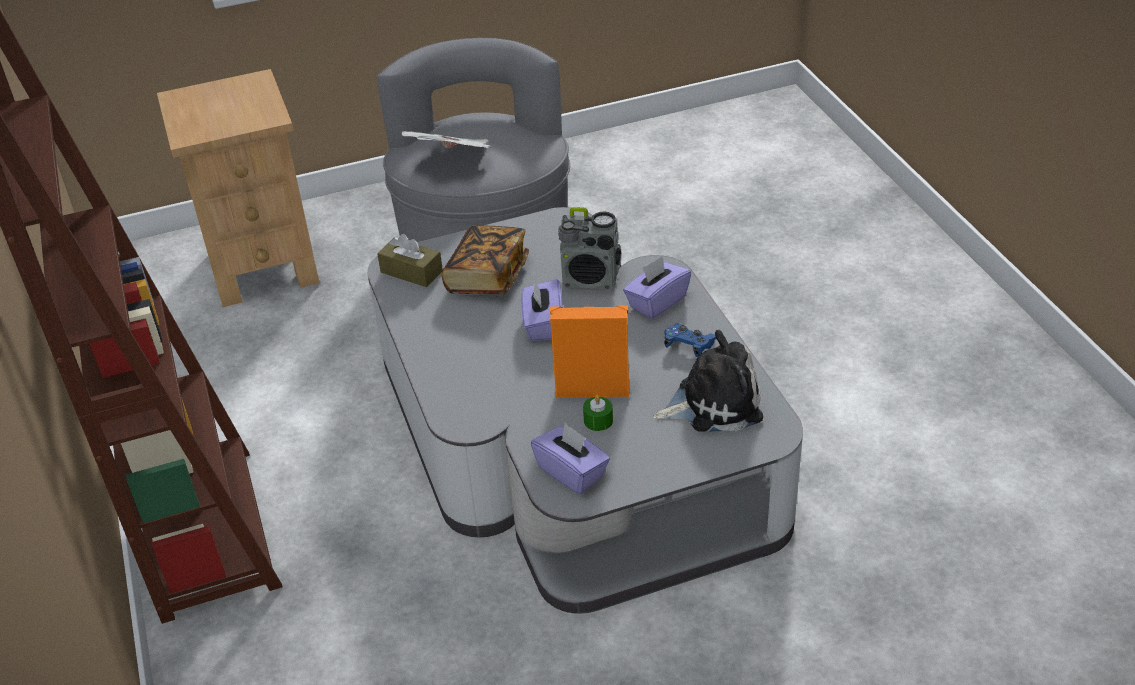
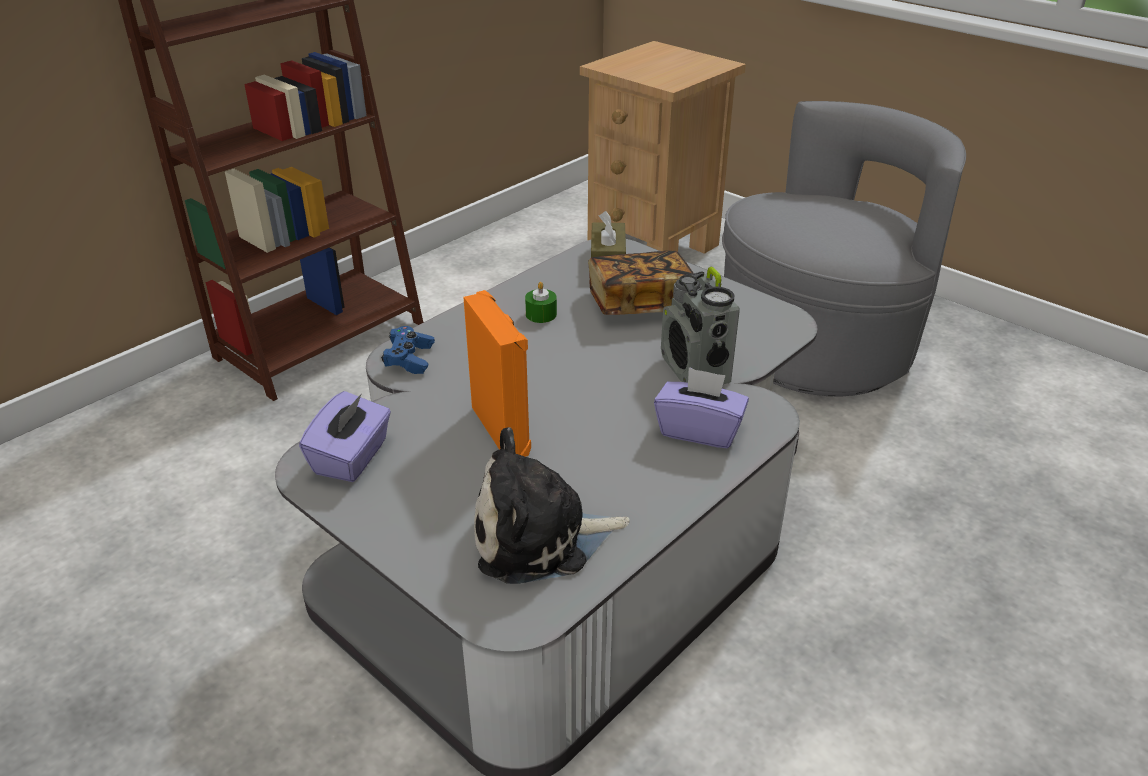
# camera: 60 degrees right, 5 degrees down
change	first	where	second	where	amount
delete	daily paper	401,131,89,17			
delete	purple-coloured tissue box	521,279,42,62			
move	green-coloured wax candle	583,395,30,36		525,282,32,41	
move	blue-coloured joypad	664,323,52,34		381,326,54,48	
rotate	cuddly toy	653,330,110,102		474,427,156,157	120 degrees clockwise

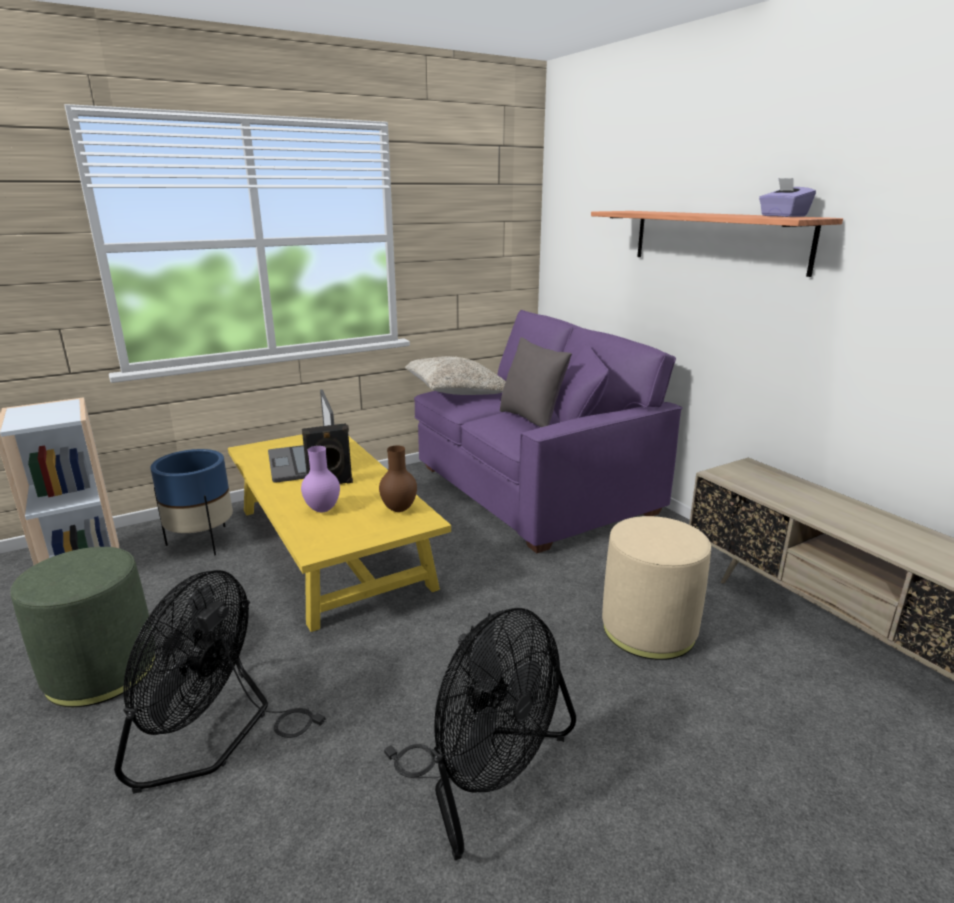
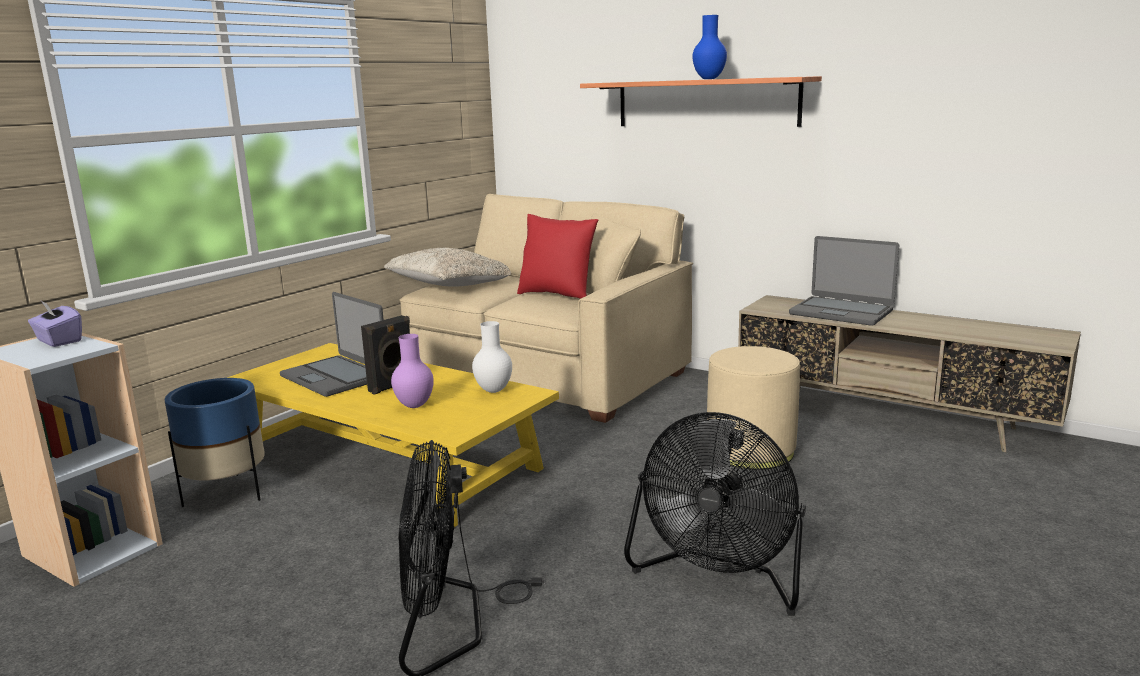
# camera: 25 degrees left, 5 degrees down
change	first	where	second	where	amount
delete	green-coloured pouffe	10,547,145,160			
insert			blue-coloured vase	693,15,34,64	
insert			notebook computer	789,236,110,90	
move	purple-coloured tissue box	759,178,57,39		28,302,54,45	
recolor	brown-coloured vase	379,446,38,66	white vase	472,321,40,72	
recolor	purple-coloured settee	414,310,269,243	sand-coloured settee	400,194,293,229	
recolor	greyish throw pillow	500,337,72,90	red-coloured throw pillow	517,214,81,84	
rotate	black-coloured cooling fan	384,608,192,252		624,412,182,204	105 degrees clockwise

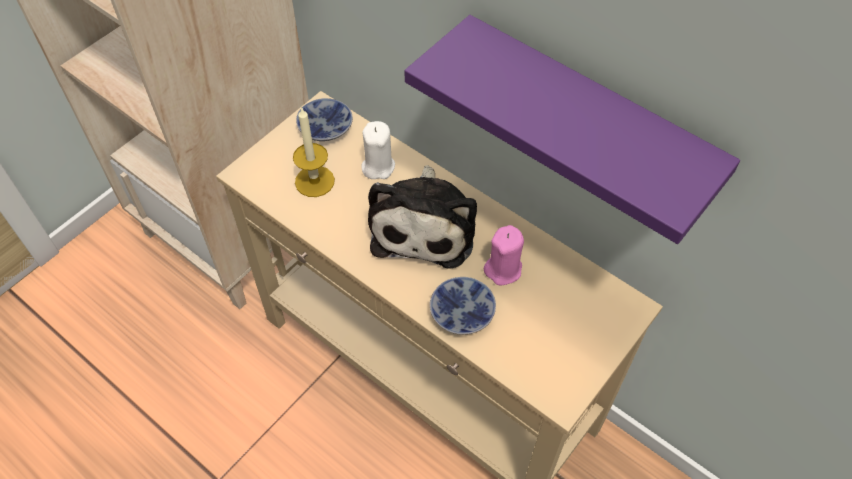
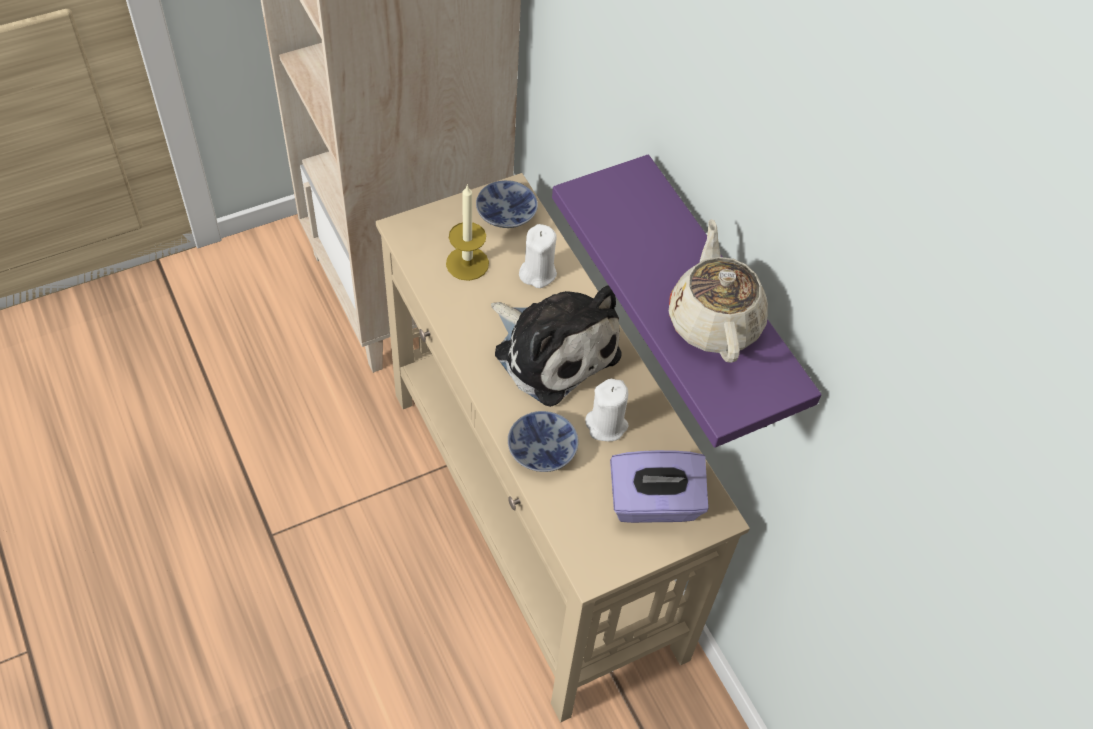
# camera: 20 degrees right, 0 degrees up
change	first	where	second	where	amount
insert			purple-coloured tissue box	610,450,99,73	
insert			sand-coloured teapot	669,219,99,144	
recolor	pink wax candle	484,225,40,60	white wax candle	585,379,44,62	
rotate	cuddly toy	368,165,109,104		491,285,131,122	75 degrees counterclockwise

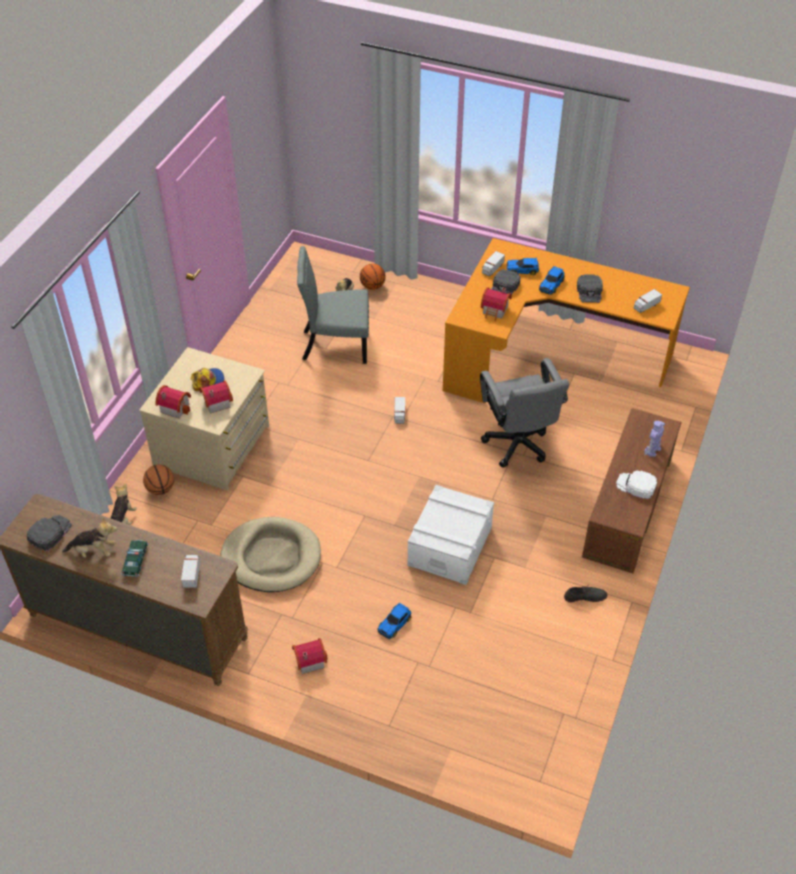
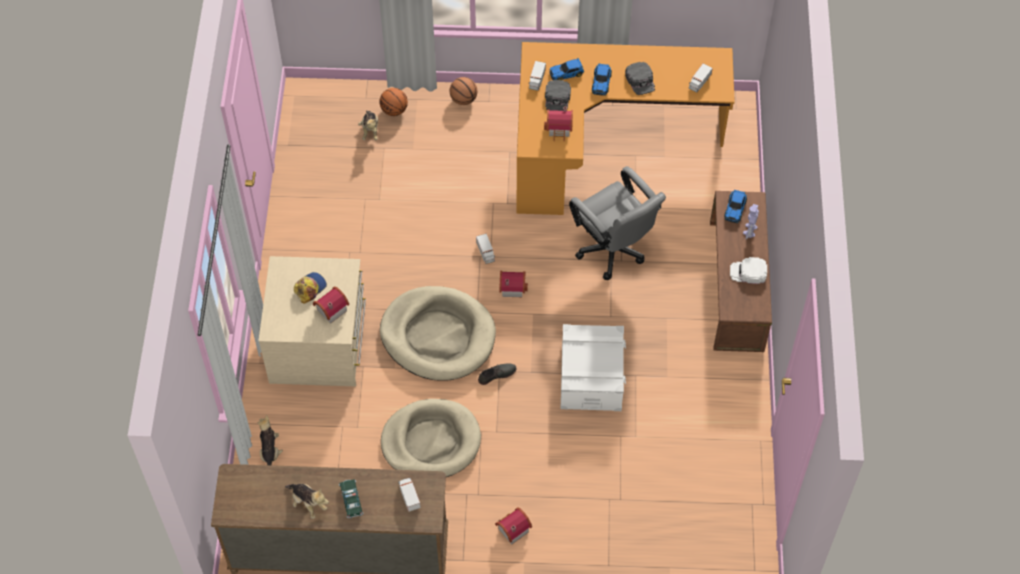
# camera: 20 degrees left, 10 degrees up
change	first	where	second	where	amount
delete	black-coloured baseball cap	26,514,46,37			
delete	greyish chair	297,246,72,118			
insert			sand-coloured pet bed	380,286,116,95	
move	basketball	143,465,31,30		450,77,28,28	
move	miniature house	156,385,35,33		500,271,28,26	
move	model car	377,602,34,37		724,190,23,33	
move	greyish shoe	564,586,43,16		478,364,39,21	
rotate	cuddly toy	62,517,55,41		285,484,44,35	60 degrees clockwise

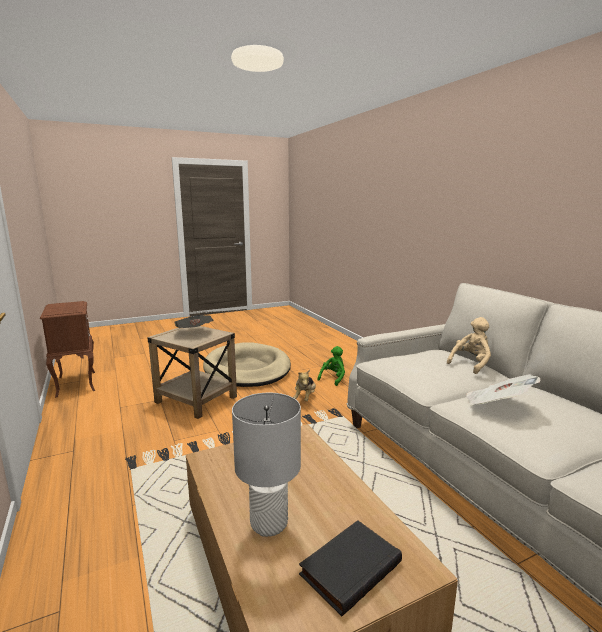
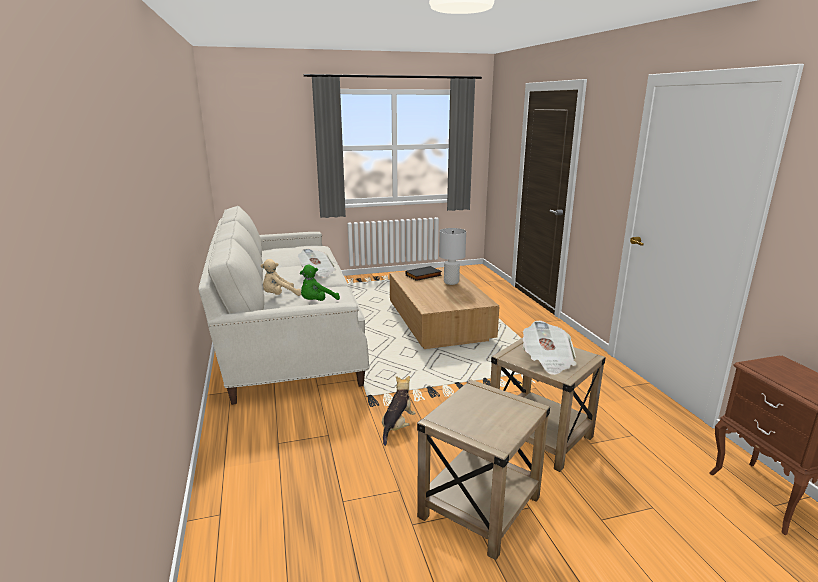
# camera: 170 degrees left, 5 degrees up
change	first	where	second	where	amount
move	green-coloured cuddly toy	317,346,28,40		300,265,40,36	
replace	sand-coloured pet bed	203,343,88,44	sand-coloured accent table	417,380,133,180	

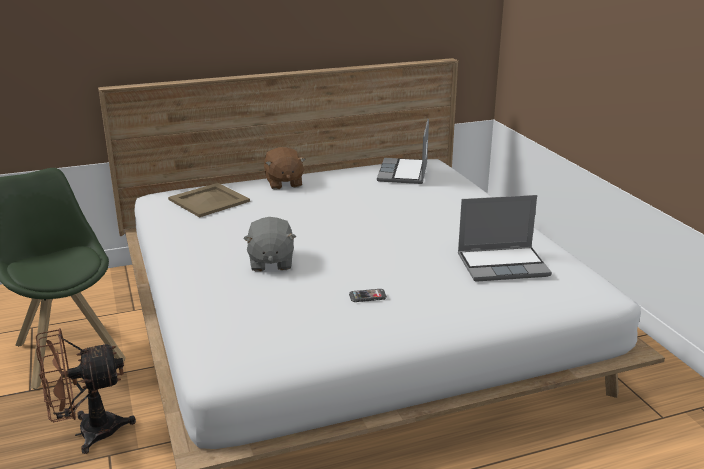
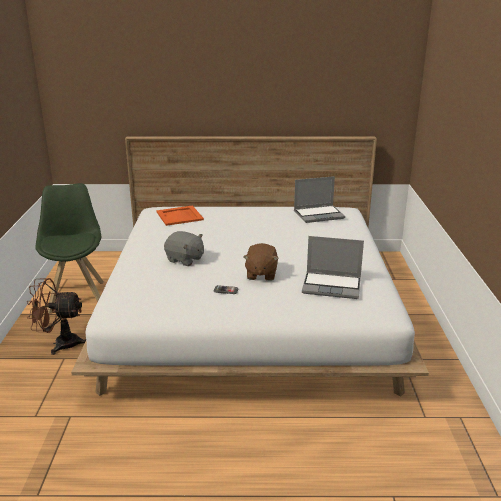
# camera: 20 degrees right, 0 degrees up
change	first	where	second	where	amount
move	brown-coloured cuddly toy	264,147,42,43		243,243,36,38	
recolor	sand-coloured carrying tray	168,183,82,34	orange carrying tray	156,205,48,21	
rotate	greyish cuddly toy	244,217,52,55		164,231,40,35	75 degrees counterclockwise
rotate	notebook computer	377,119,52,65		294,176,51,47	135 degrees counterclockwise

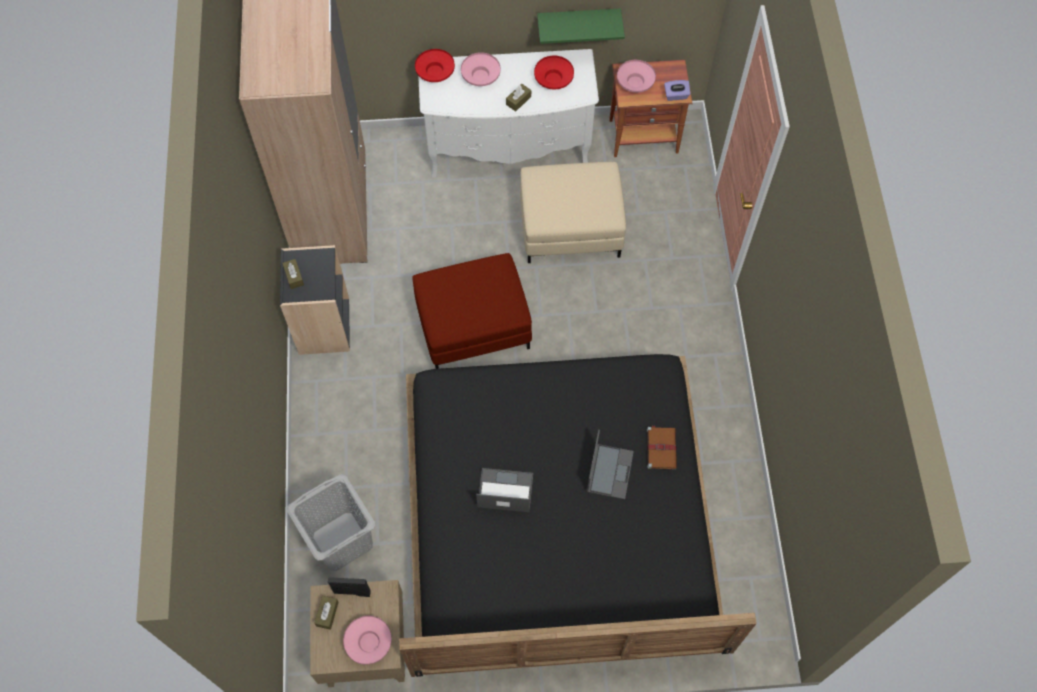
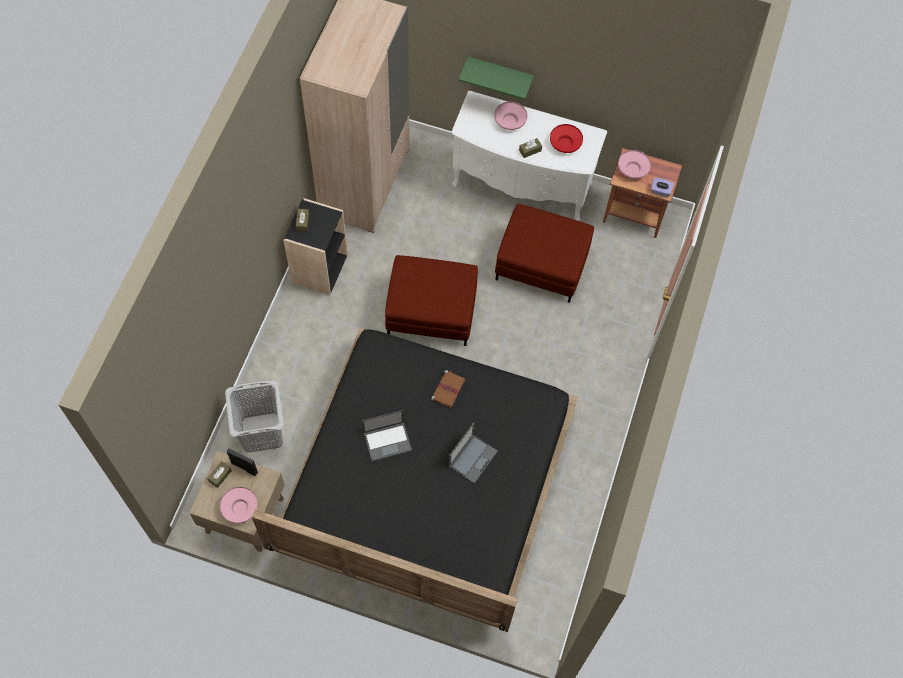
# camera: 20 degrees right, 0 degrees up
change	first	where	second	where	amount
delete	red-coloured serving bowl	415,49,40,33			
move	green-coloured bracket shelf	537,8,88,36		459,57,75,43	
move	brown-coloured book	647,425,30,44		431,370,35,38	
recolor	sand-coloured pouffe	520,162,106,101	red-coloured pouffe	495,204,99,99	
rotate	notebook computer	476,468,57,44		362,410,50,52	135 degrees clockwise

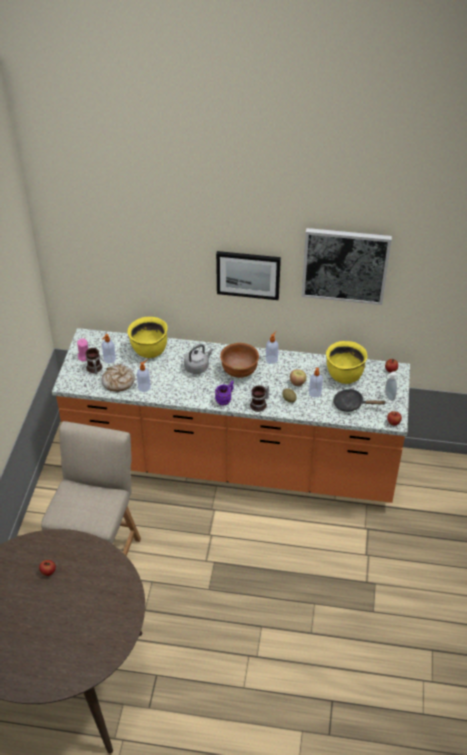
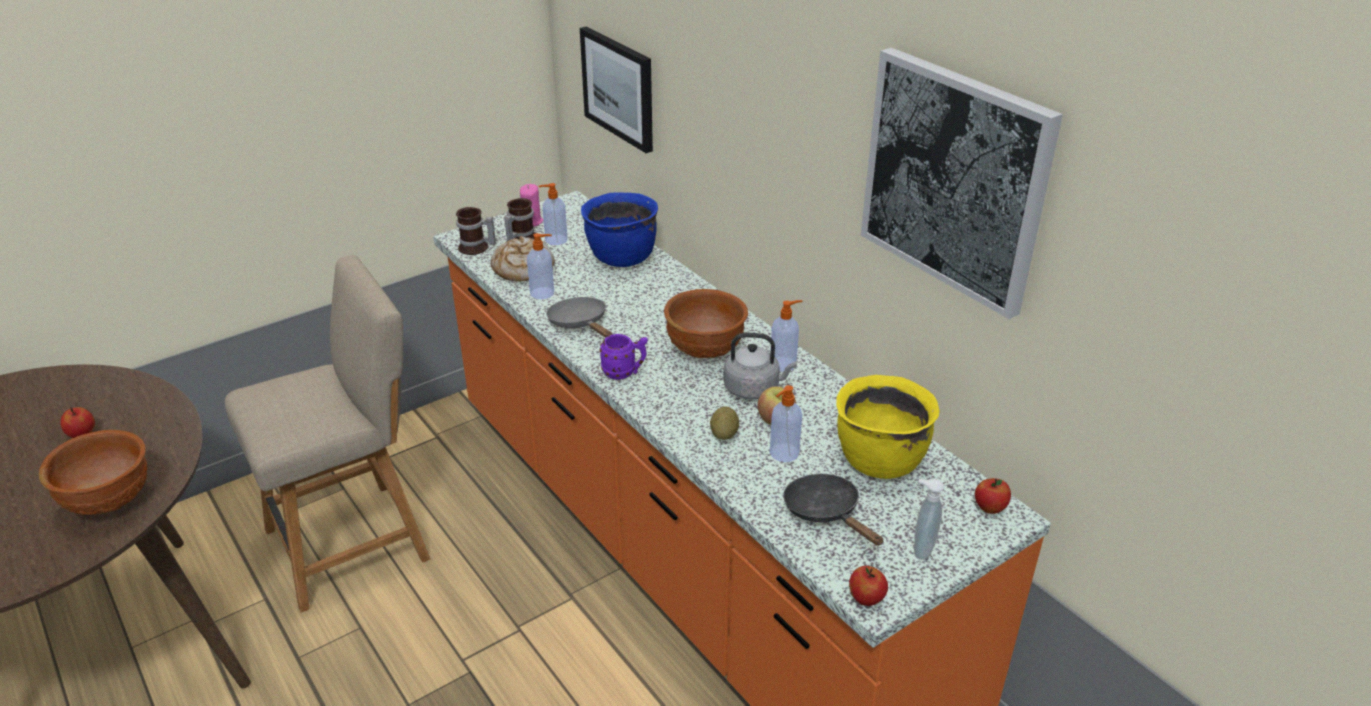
# camera: 45 degrees right, 10 degrees down
change	first	where	second	where	amount
insert			brown-coloured serving bowl	39,430,108,85	
insert			greyish frying pan	546,297,67,41	
move	greyish water kettle	184,344,29,30		723,333,74,67	
move	picture	216,251,65,49		580,27,73,126	
move	tea mug	250,385,19,27		456,207,40,48	
recolor	yellowish cooking pot	127,317,41,41	blue-coloured cooking pot	581,192,77,75	

